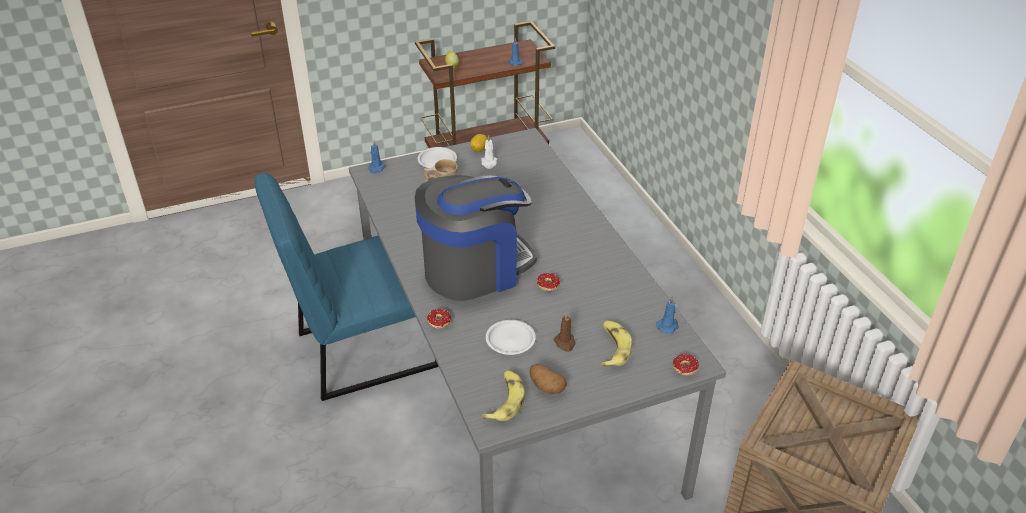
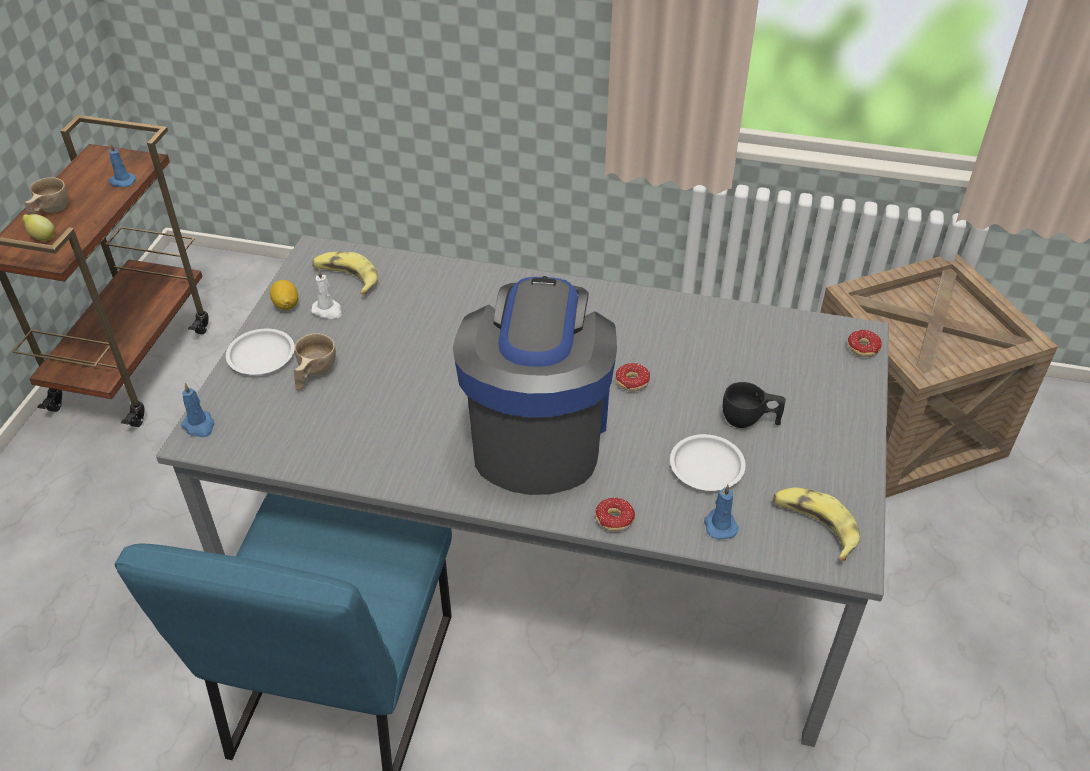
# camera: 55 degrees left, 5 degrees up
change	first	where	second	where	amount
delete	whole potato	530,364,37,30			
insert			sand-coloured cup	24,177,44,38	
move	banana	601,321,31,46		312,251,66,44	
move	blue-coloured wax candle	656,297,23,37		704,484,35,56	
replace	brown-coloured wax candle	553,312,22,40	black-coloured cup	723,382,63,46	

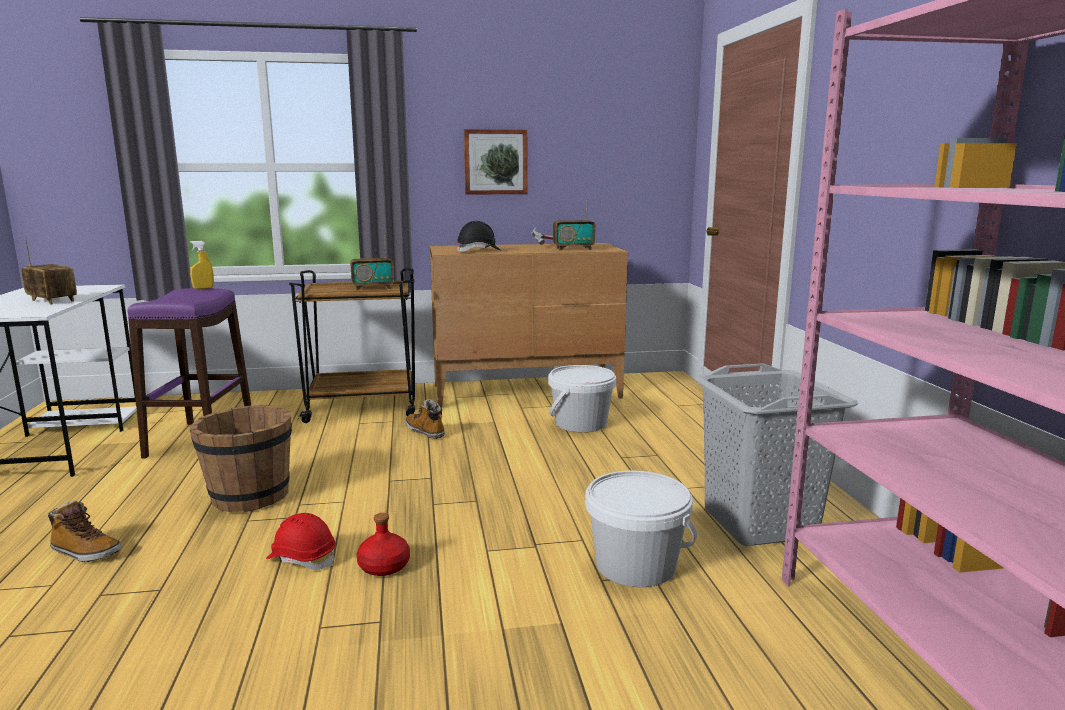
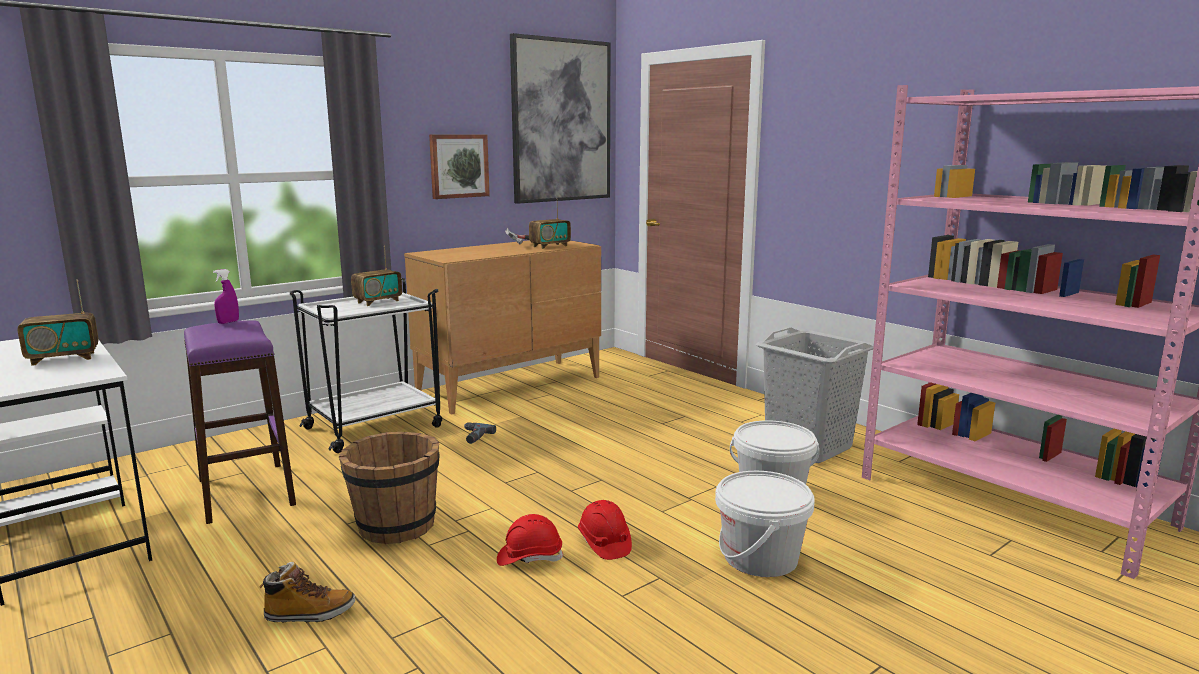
# camera: 30 degrees left, 0 degrees up
change	first	where	second	where	amount
delete	black-coloured safety helmet	457,221,44,31			
insert			picture	510,33,100,171	
move	white bucket	548,365,68,68		715,471,100,106	
replace	red-coloured bottle	357,513,53,63	red-coloured safety helmet	578,500,54,60	
replace	tall boot	406,399,39,40	drill	464,422,32,22	
recolor	yellowish sprayer	189,241,25,48	purple-coloured sprayer	213,269,26,55	
recolor	brown-coloured wheeled cart	289,268,126,155	white wheeled cart	290,278,152,175	
rotate	radio set	21,238,56,67		18,280,80,86	150 degrees clockwise

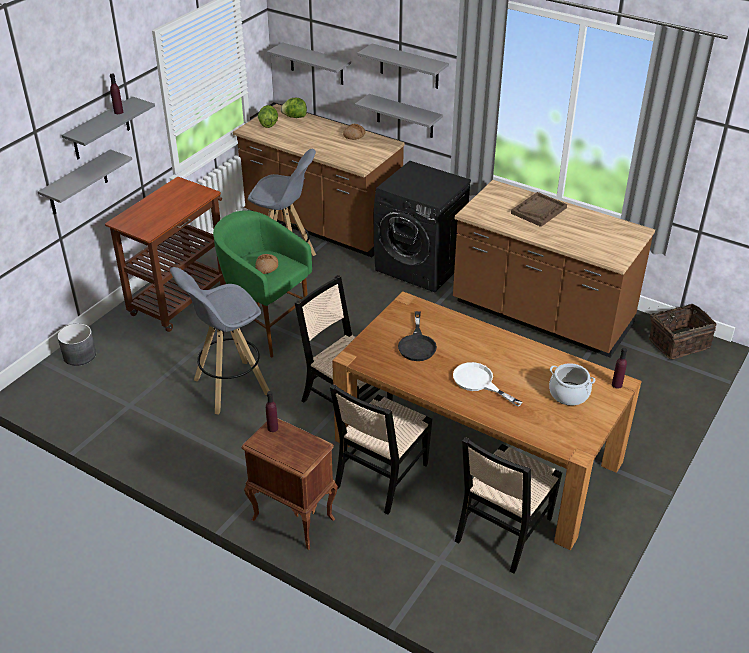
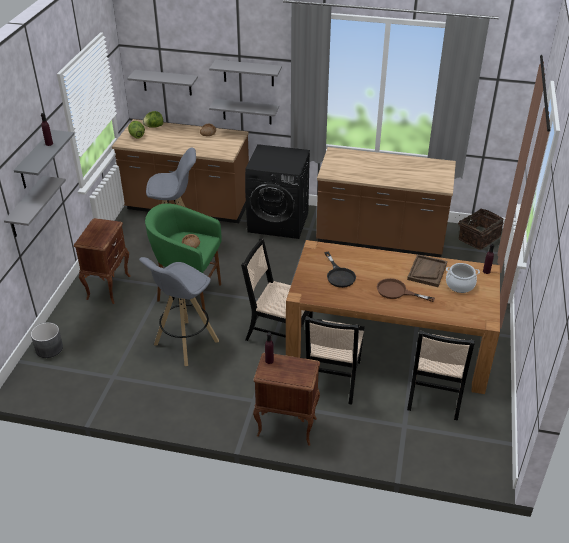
# camera: 20 degrees left, 0 degrees up
change	first	where	second	where	amount
move	brown-coloured carrying tray	511,192,56,35		407,254,40,33	
replace	brown-coloured wheeled cart	105,177,121,155	brown-coloured bedside table	74,218,56,86	
recolor	white frying pan	453,362,70,45	brown-coloured frying pan	377,278,58,24	

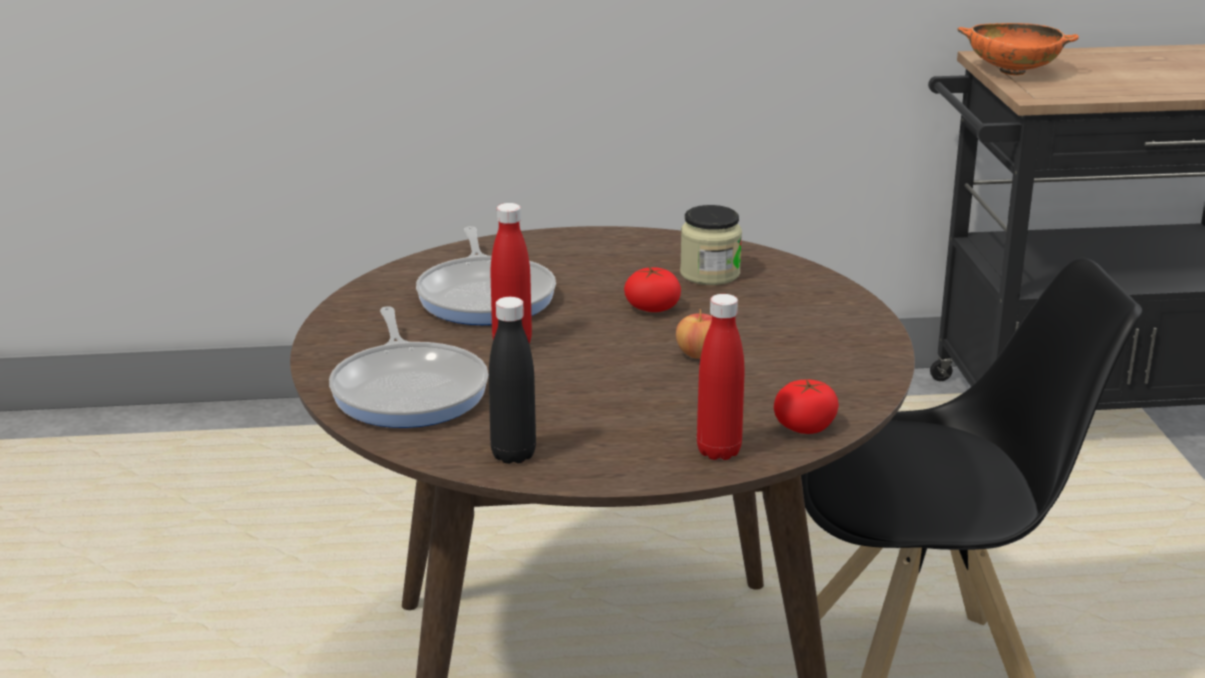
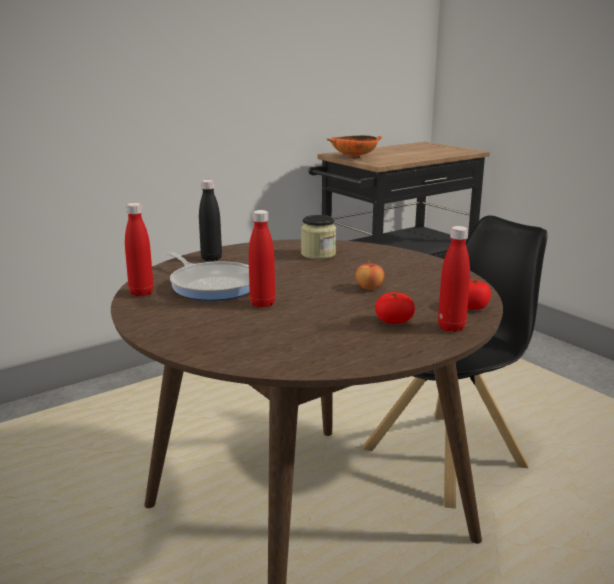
# camera: 30 degrees left, 5 degrees down
change	first	where	second	where	amount
delete	frying pan	329,306,159,122			
insert			red-coloured bottle	125,203,29,93	
move	black-coloured bottle	489,297,47,167		199,180,23,81	
move	fresh tomato	624,267,57,45		375,292,40,32	

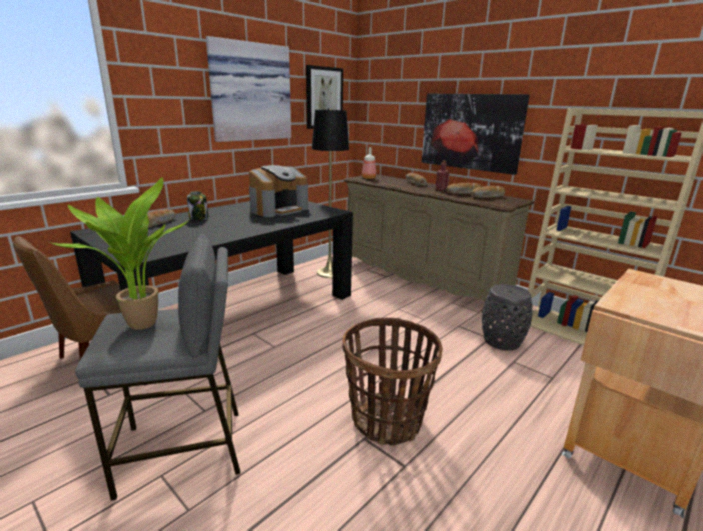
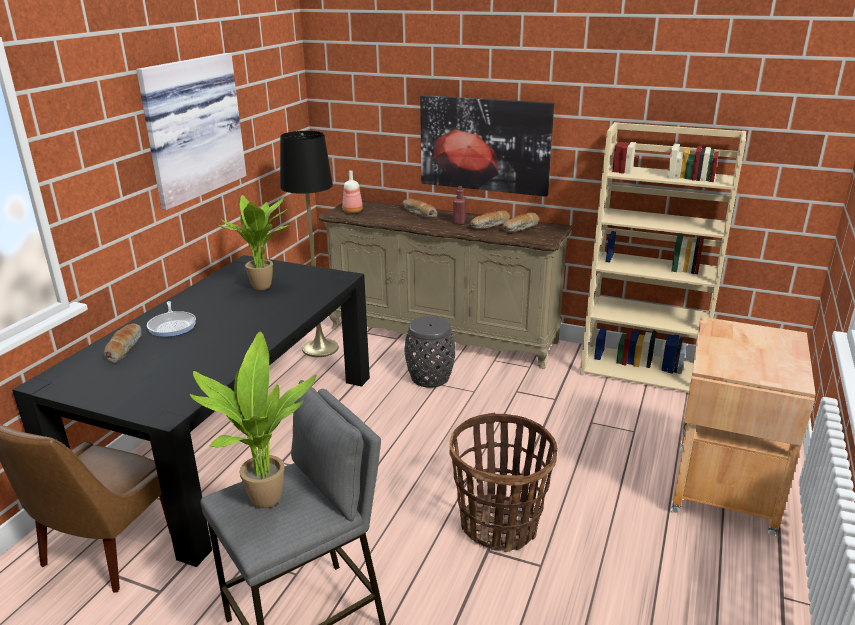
# camera: 20 degrees left, 5 degrees up
change	first	where	second	where	amount
delete	picture	306,65,37,64			
move	greyish stool seat	482,284,51,66		405,316,50,72	
replace	preserve jar	187,191,21,30	frying pan	147,301,49,36	
replace	coffee machine	249,165,59,52	plant in a pot	216,195,75,95	

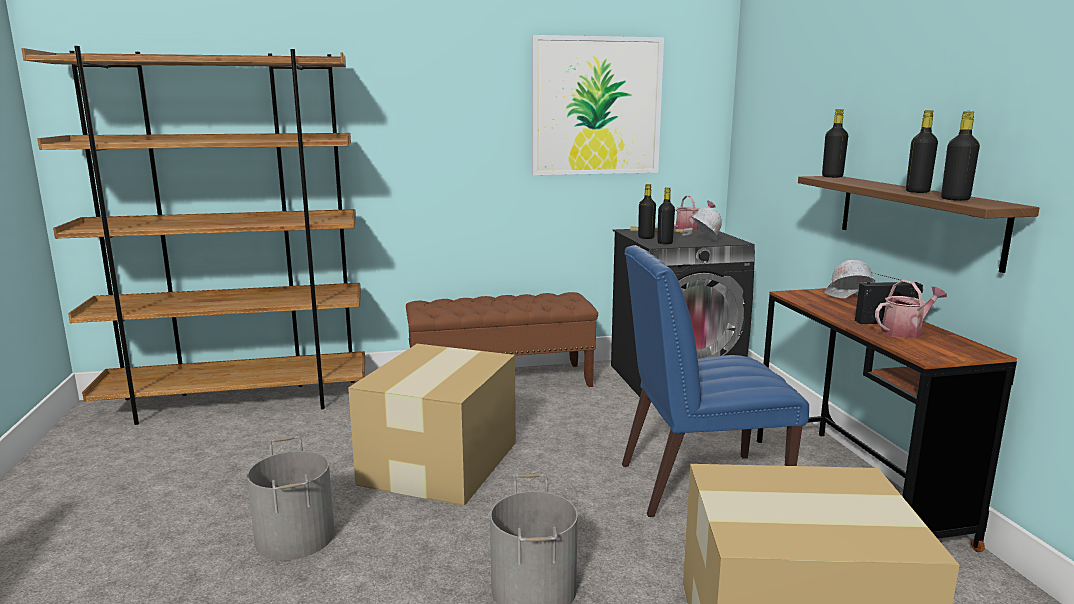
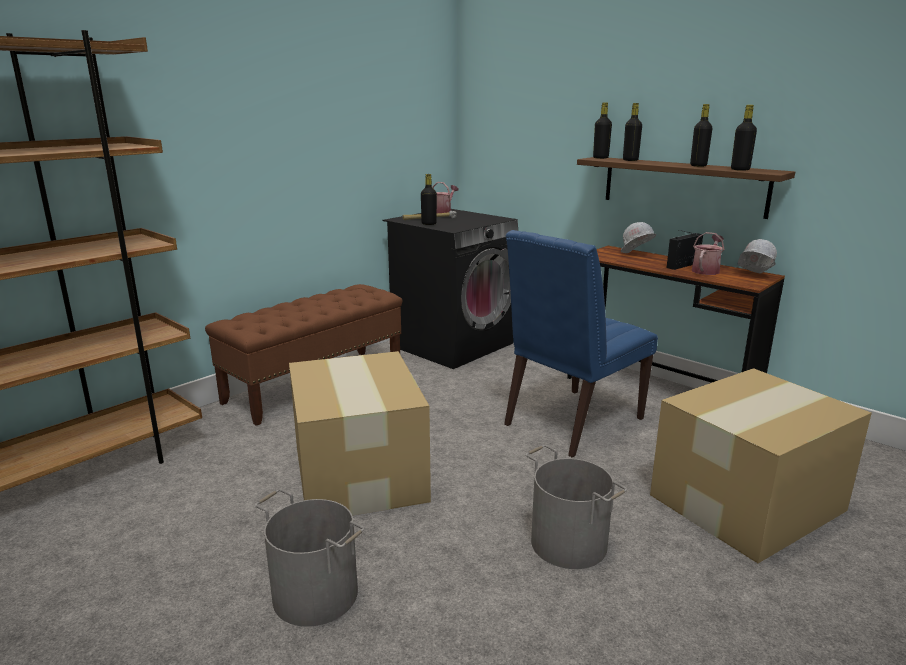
# camera: 35 degrees left, 5 degrees up
change	first	where	second	where	amount
delete	picture	532,35,132,140			
move	black-coloured bottle	657,187,18,57		623,103,19,58	
move	white safety helmet	692,207,30,34		737,239,40,35	

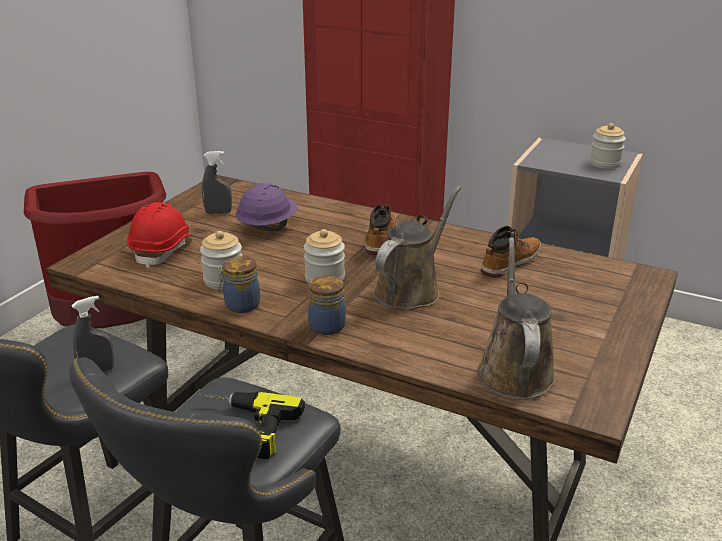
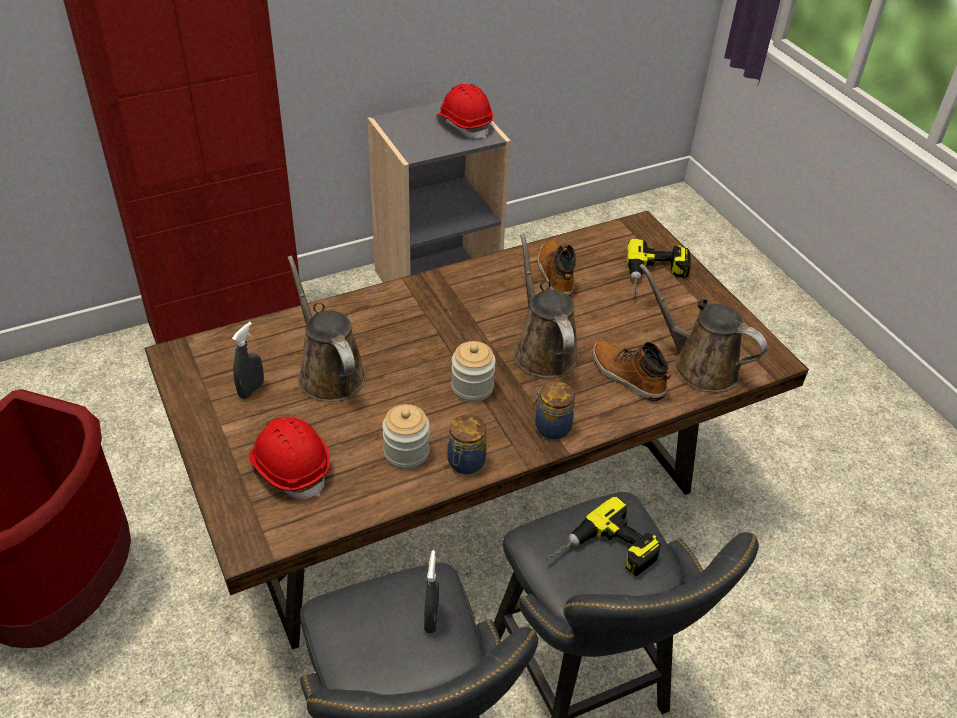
# camera: 55 degrees left, 15 degrees up
change	first	where	second	where	amount
insert			drill	627,239,63,57	
move	tall boot	365,205,32,50		593,341,78,60	
replace	purple-coloured safety helmet	236,183,61,48	brown-coloured sprinkling can	287,256,79,146	
replace	preserve jar	590,123,36,46	red-coloured safety helmet	437,83,56,56	

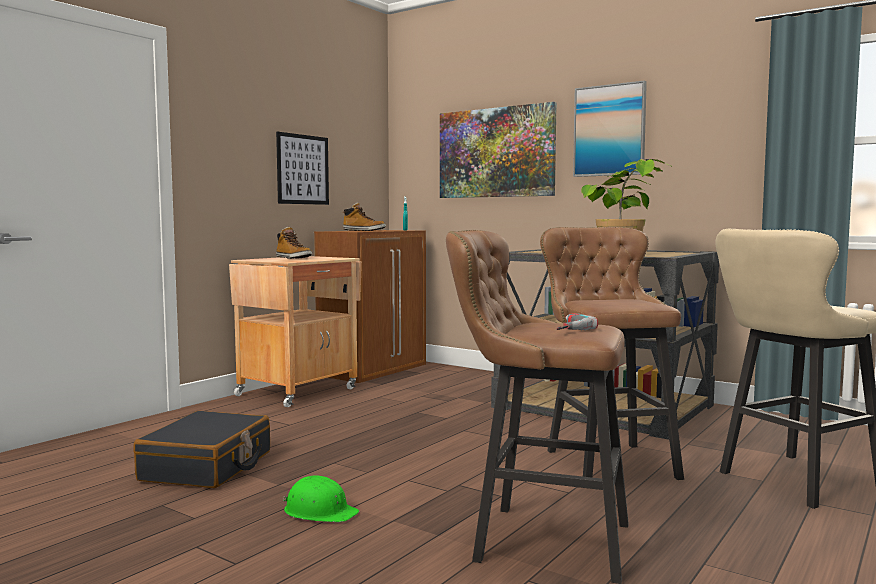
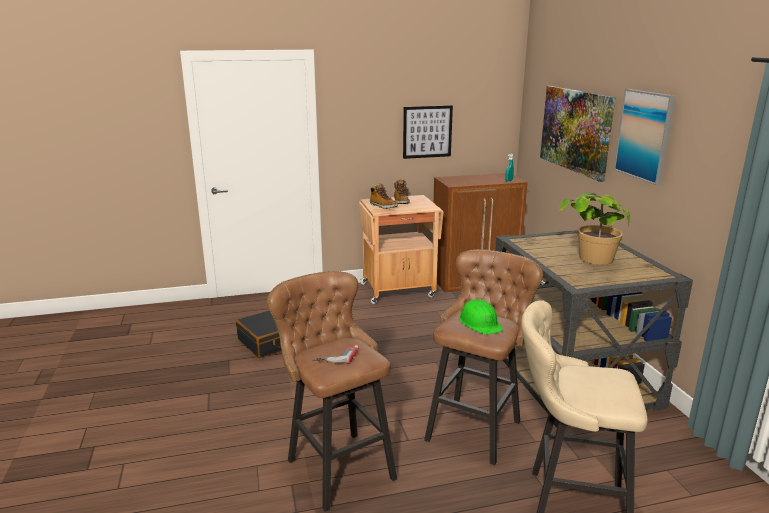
# camera: 40 degrees right, 15 degrees up
change	first	where	second	where	amount
move	green-coloured safety helmet	283,475,76,48		459,299,44,36	
move	tall boot	343,203,43,28		370,183,28,26	

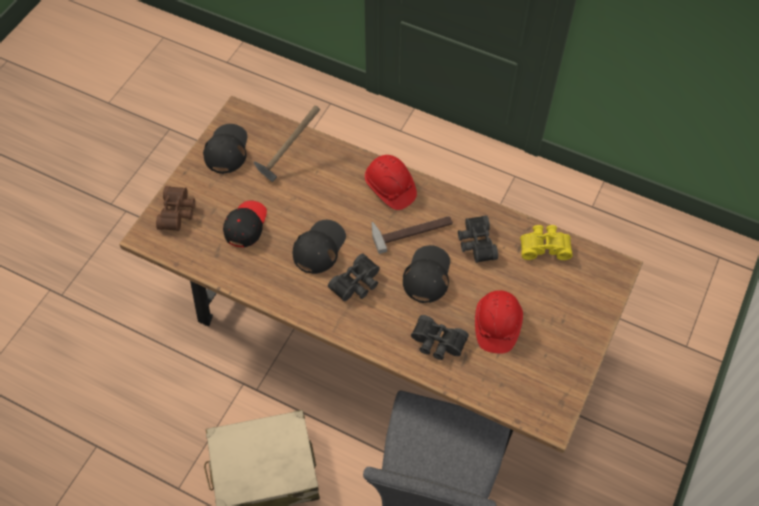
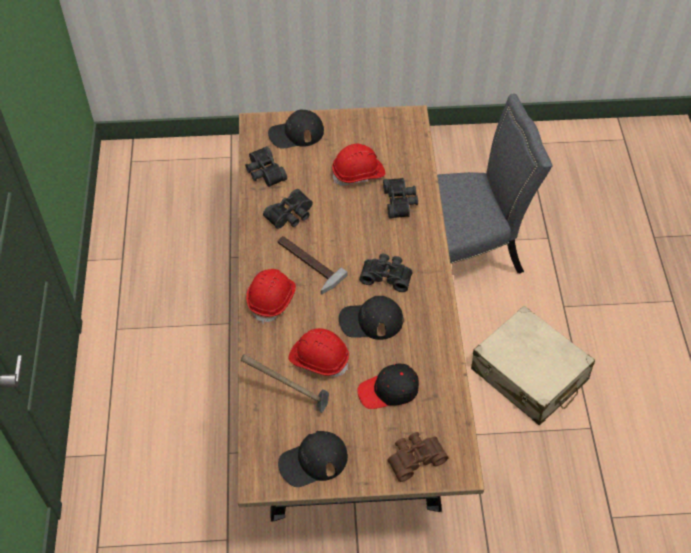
# camera: 120 degrees left, 5 degrees down
change	first	where	second	where	amount
insert			red-coloured safety helmet	289,328,60,49	
move	black-coloured baseball cap	403,245,47,58		268,109,56,40	
recolor	yellowish pair of binoculars	520,225,53,35	black-coloured pair of binoculars	245,146,42,41	

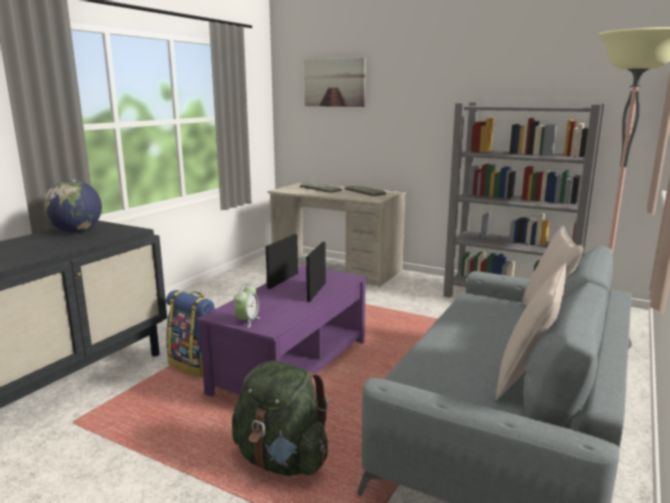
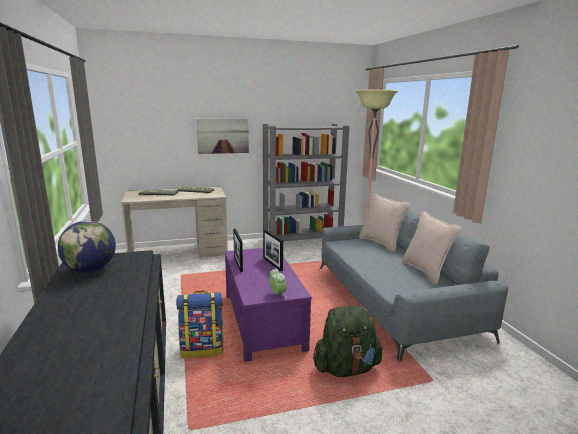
# camera: 45 degrees left, 0 degrees up
change	first	where	second	where	amount
move	picture	304,58,62,49		196,119,53,35	

